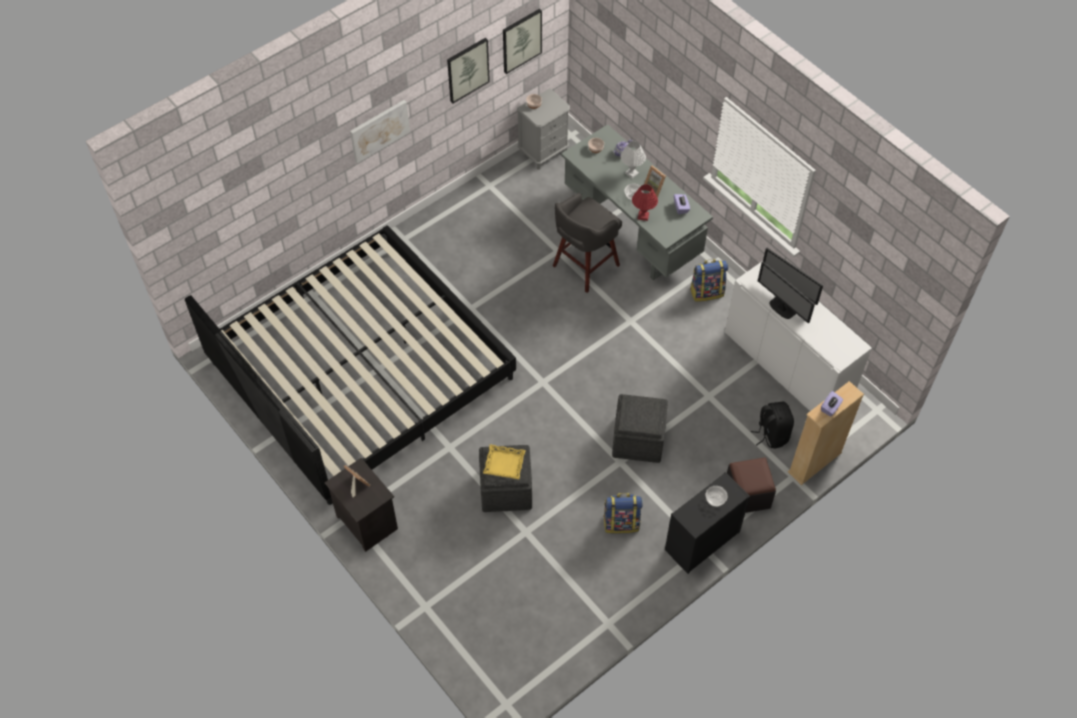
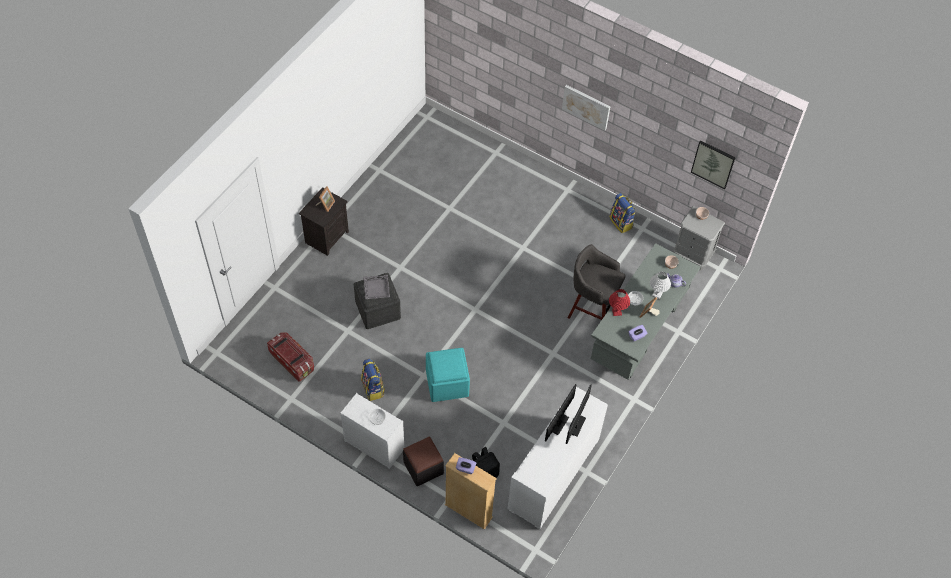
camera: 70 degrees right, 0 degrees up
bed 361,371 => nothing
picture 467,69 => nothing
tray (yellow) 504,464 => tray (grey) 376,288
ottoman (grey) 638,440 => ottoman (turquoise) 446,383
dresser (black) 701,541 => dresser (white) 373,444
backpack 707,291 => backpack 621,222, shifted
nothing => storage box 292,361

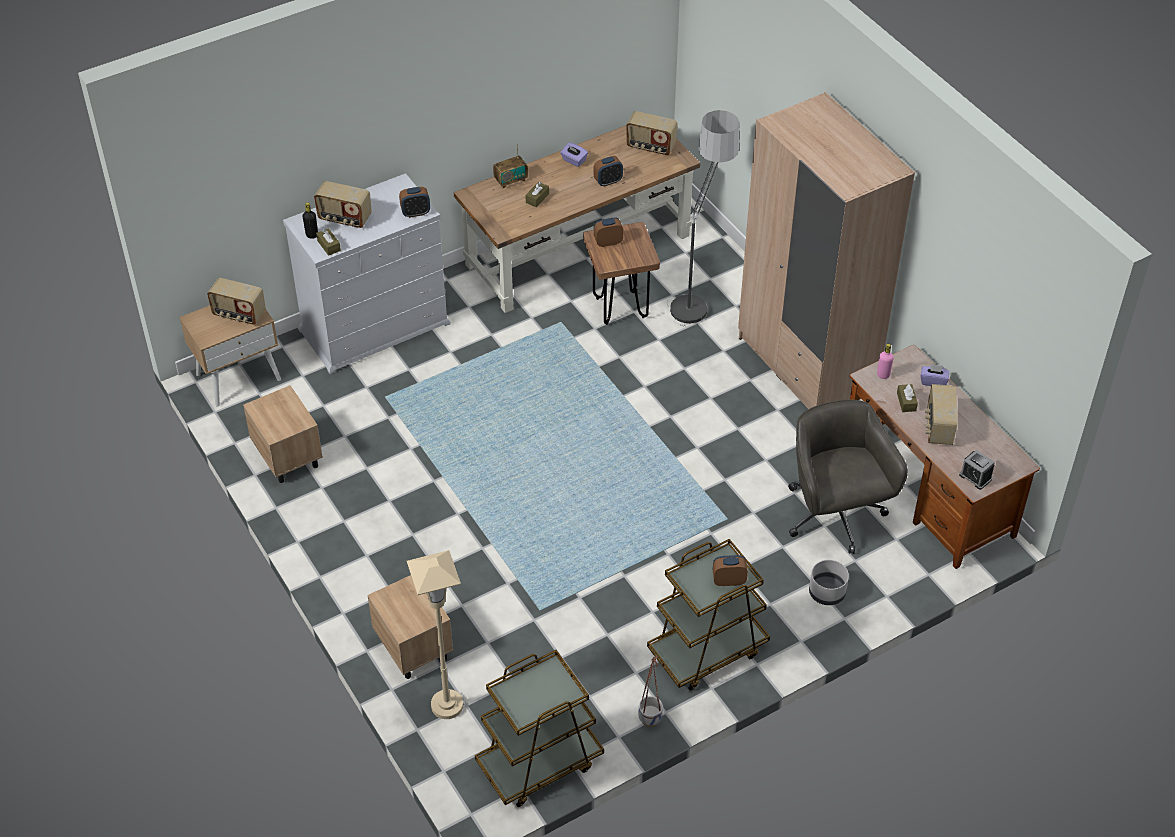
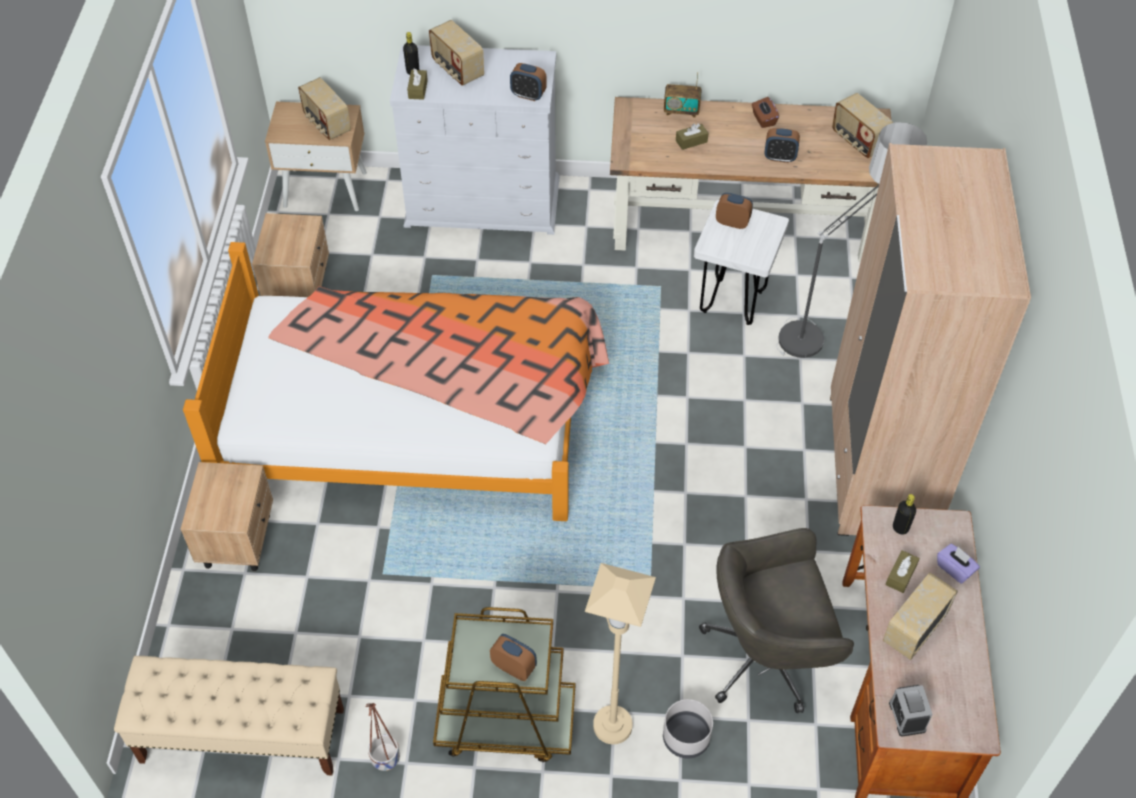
camera: 35 degrees right, 5 degrees up
floor lamp (beige) 447,705 => floor lamp (beige) 612,725, shifted
cart (brown) 539,763 => bench (beige) 242,735
tissue box (purple) 574,160 => tissue box (brown) 763,119
stool (brown) 620,308 => stool (white) 732,302
office chair (grey) 834,516 => office chair (grey) 767,656, 120 degrees counterclockwise
bottle (pink) 883,375 => bottle (black) 900,528
nothing => bed 418,417

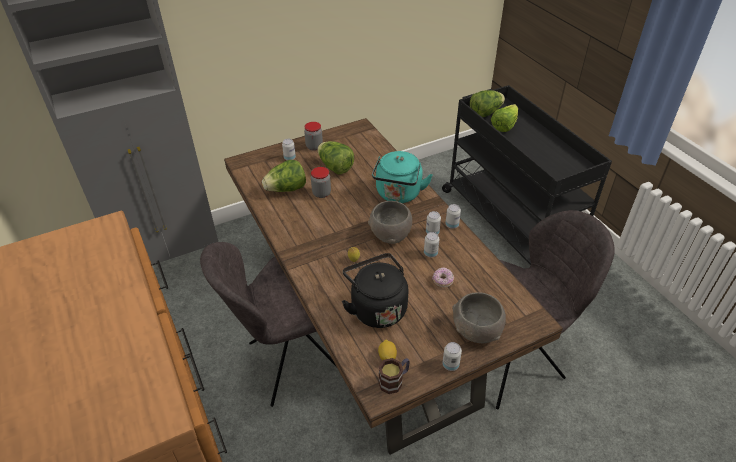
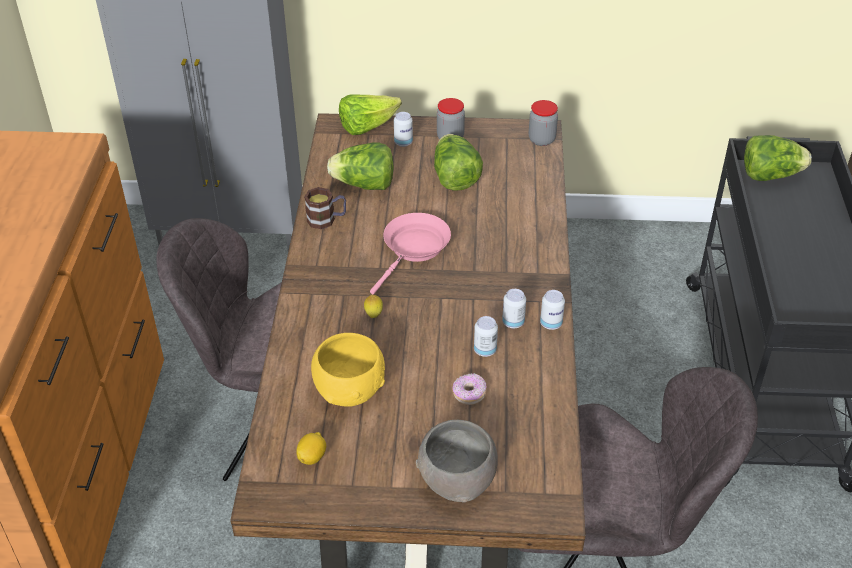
camera: 30 degrees right, 0 degrees up
jar 321,193 => jar 541,140, shifted
kettle (black) 376,308 => bowl (yellow) 350,390
bowl (grey) 390,234 => nothing
kettle (turquoise) 398,195 => nothing
mug 394,380 => mug 327,219, shifted
can 450,365 => nothing
lettuce 504,126 => lettuce 367,127, shifted
nothing => frying pan (pink) 414,249

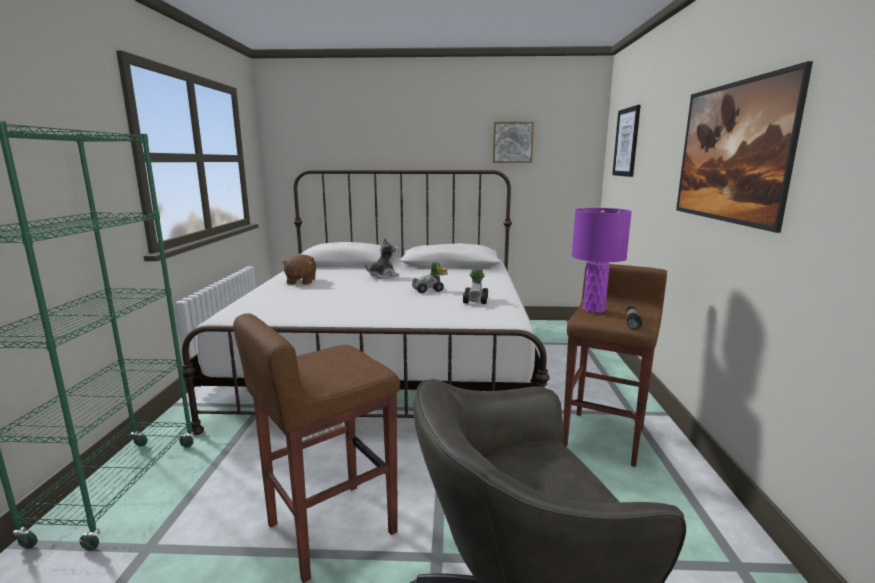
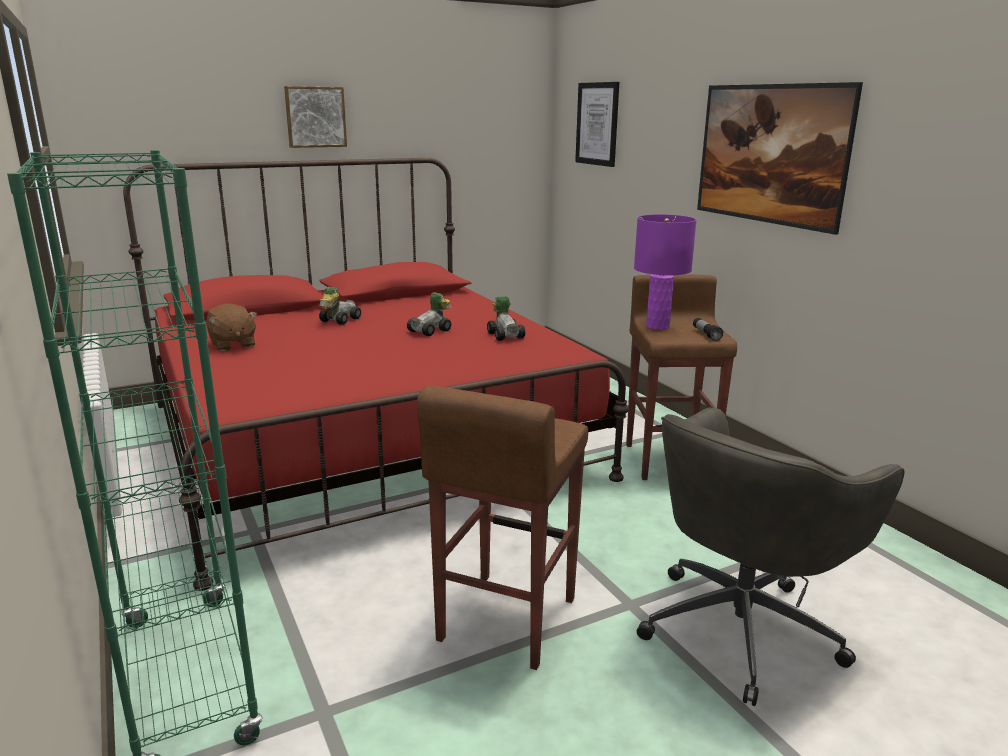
camera: 30 degrees left, 5 degrees up
bed (white) 389,363 => bed (red) 365,439
plush toy 383,276 => toy car 338,321
picture 512,142 => picture 315,117, shifted

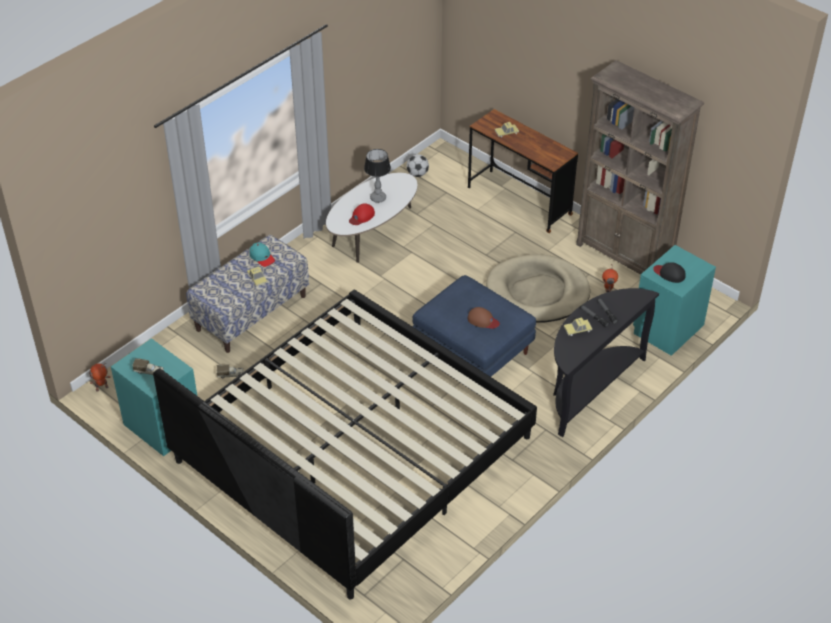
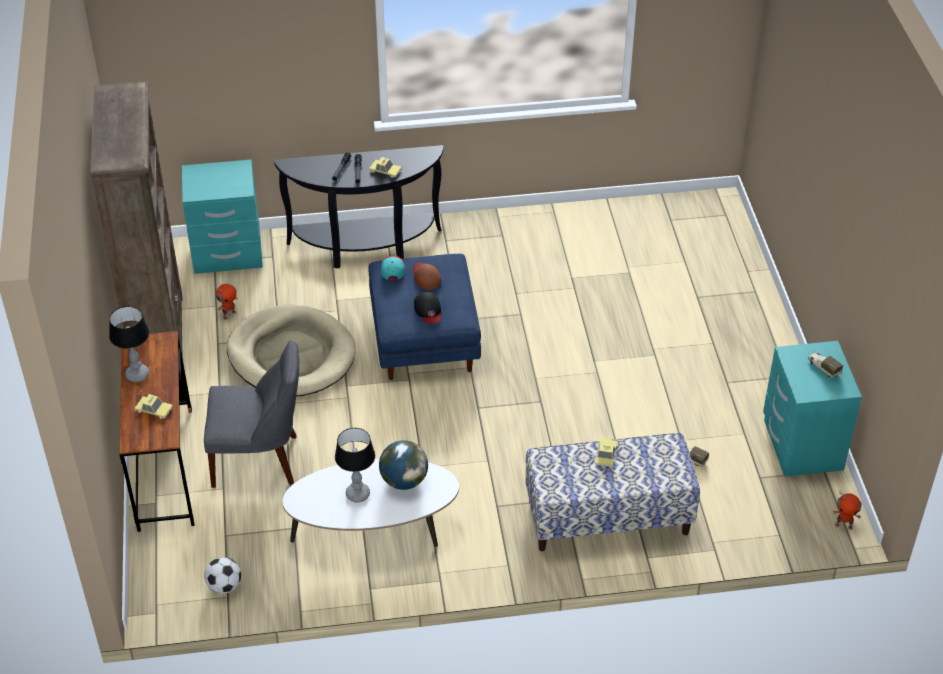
camera: 140 degrees left, 0 degrees up
bed 353,449 => nothing
cap (turquoise) 262,257 => cap (turquoise) 392,269, shifted
cap (red) 361,216 => globe 403,481
cap (black) 669,273 => cap (black) 428,310, shifted
nothing => table lamp 137,375
nothing => chair (grey) 259,460

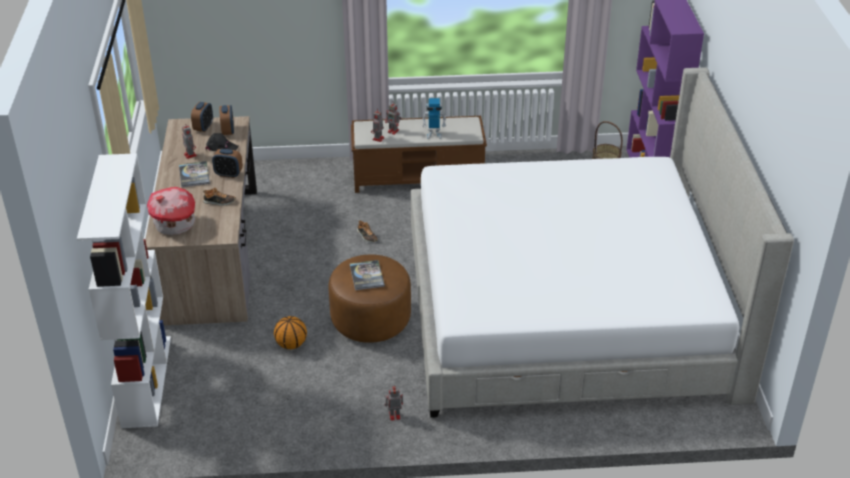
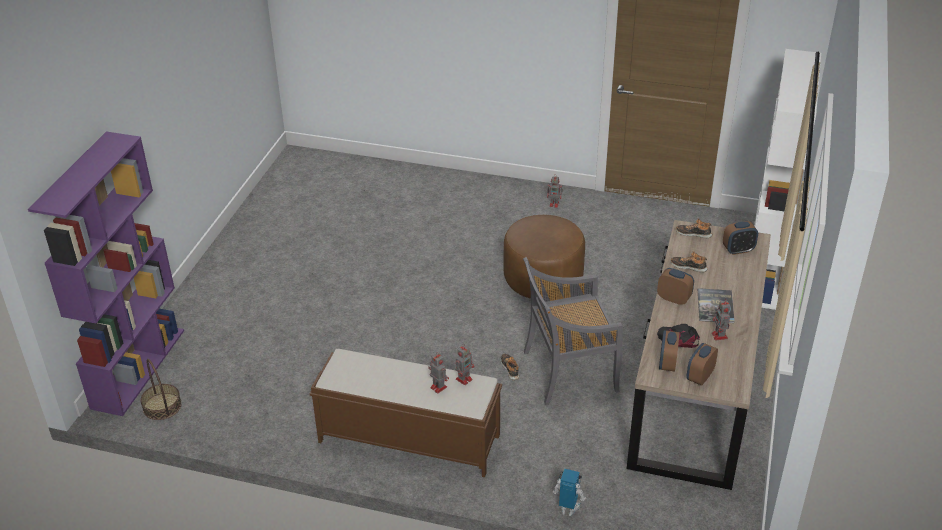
camera: 160 degrees left, 0 degrees up
toy house 175,225 => alarm clock 738,250
basketball 291,344 => nothing
book 366,276 => nothing
bed 568,310 => nothing
toy robot 434,134 => toy robot 568,509, shifted
nothing => chair (grey) 568,372
nothing => shoe 693,233

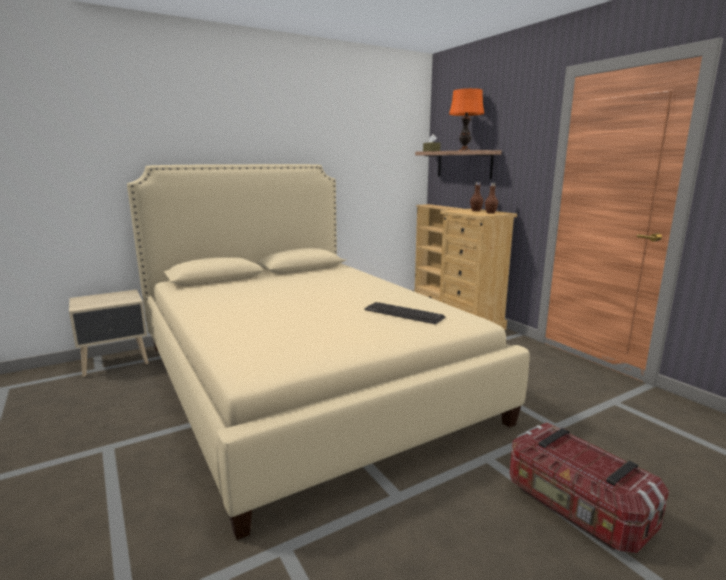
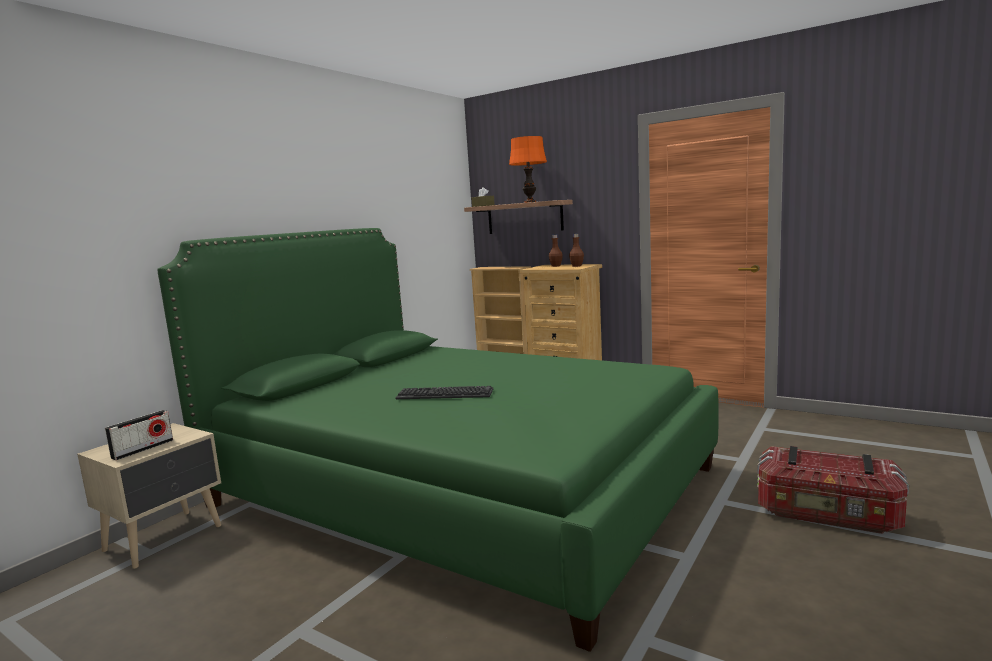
camera: 25 degrees left, 5 degrees down
bed (beige) 303,380 => bed (green) 459,487
keyboard 403,314 => keyboard 445,394, shifted
nothing => radio 143,449

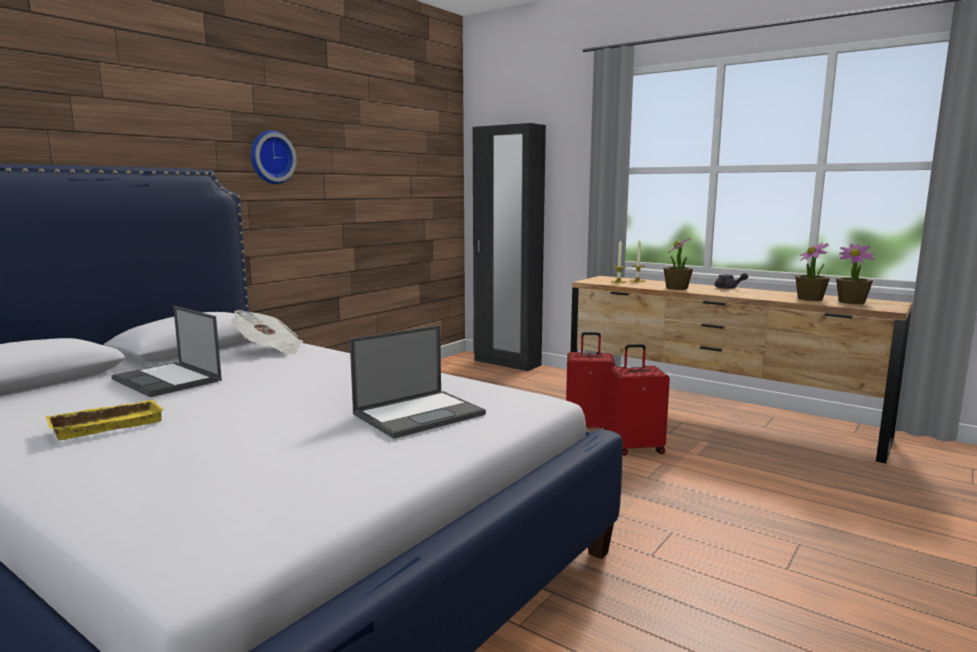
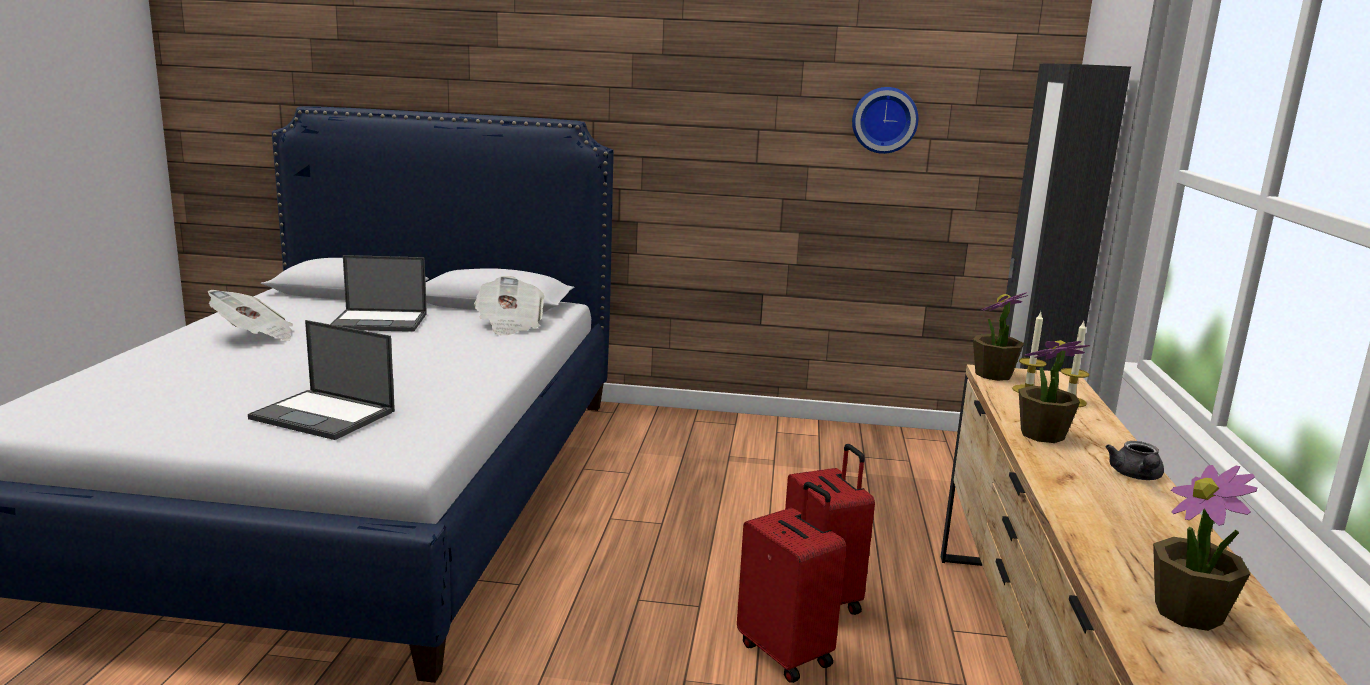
camera: 60 degrees right, 5 degrees up
tray (yellow) 108,424 => newspaper 255,336
laptop 168,380 => laptop 381,321, 105 degrees counterclockwise
wall clock 270,157 => wall clock 884,120, shifted
potted plant 810,299 => potted plant 993,375, shifted

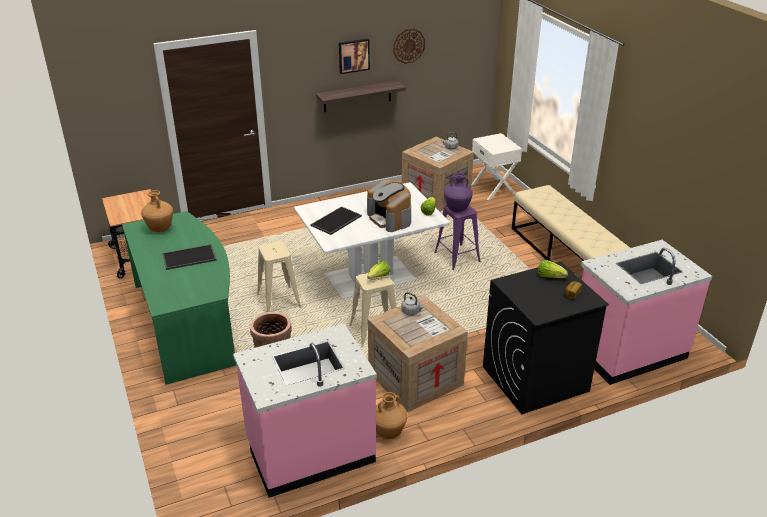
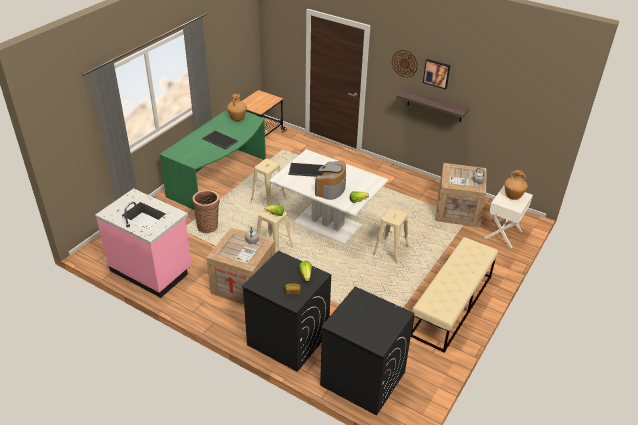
camera: 55 degrees right, 5 degrees up
vase (brown) 389,433 => vase (brown) 513,197, shifted
wall clock 408,46 => wall clock 404,63, shifted
stool (purple) 457,257 => stool (beige) 390,251
vase (purple) 457,210 => nothing
counter (pink) 627,351 => washing machine (black) 362,379

